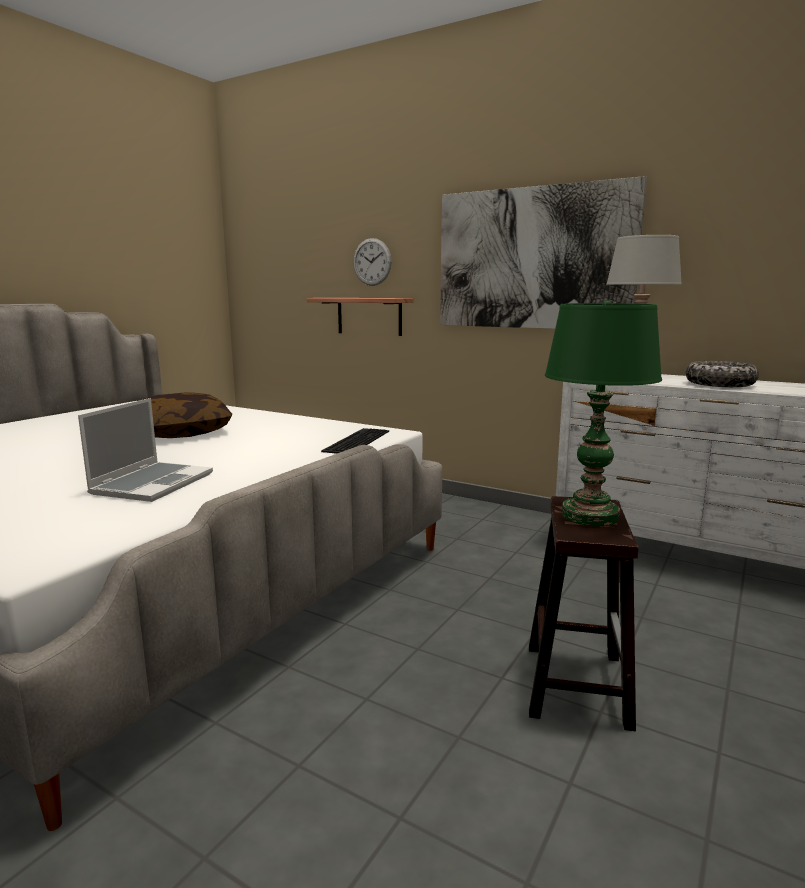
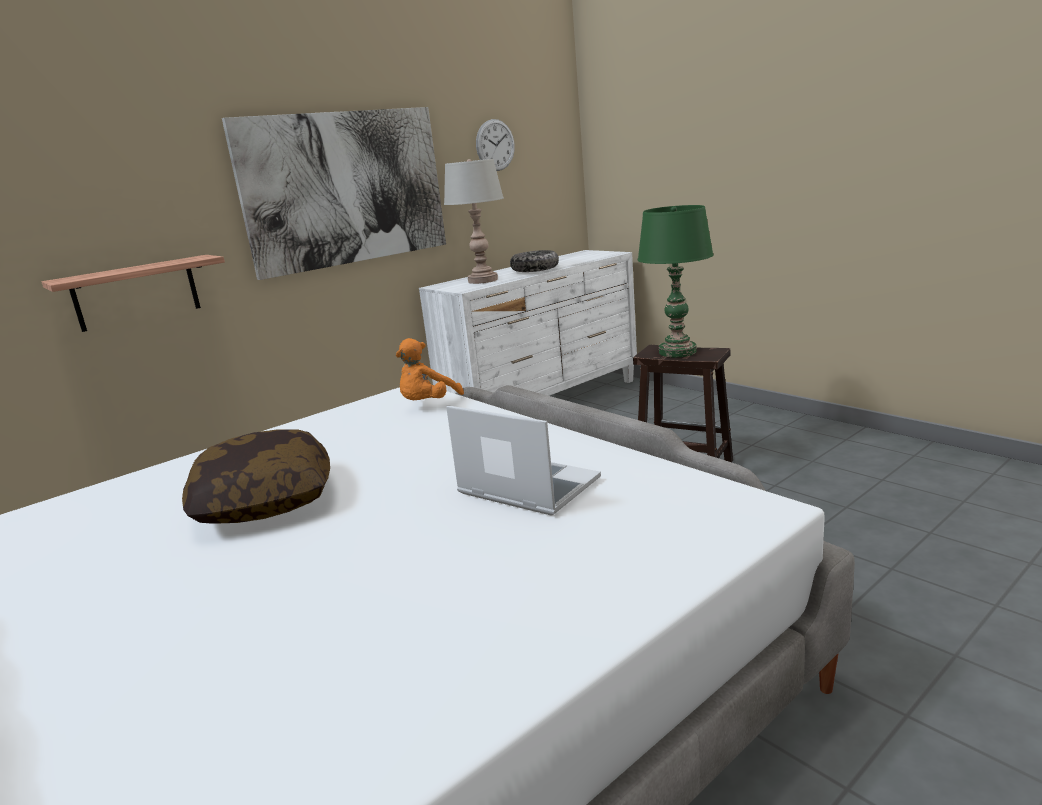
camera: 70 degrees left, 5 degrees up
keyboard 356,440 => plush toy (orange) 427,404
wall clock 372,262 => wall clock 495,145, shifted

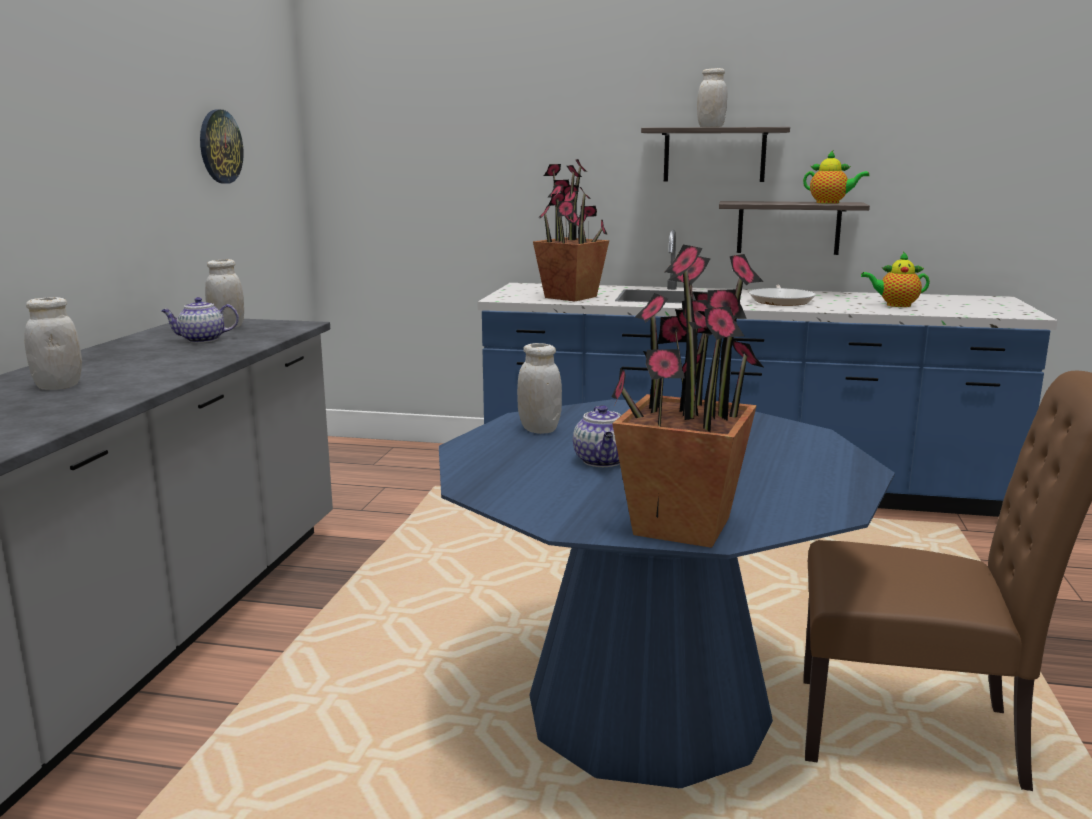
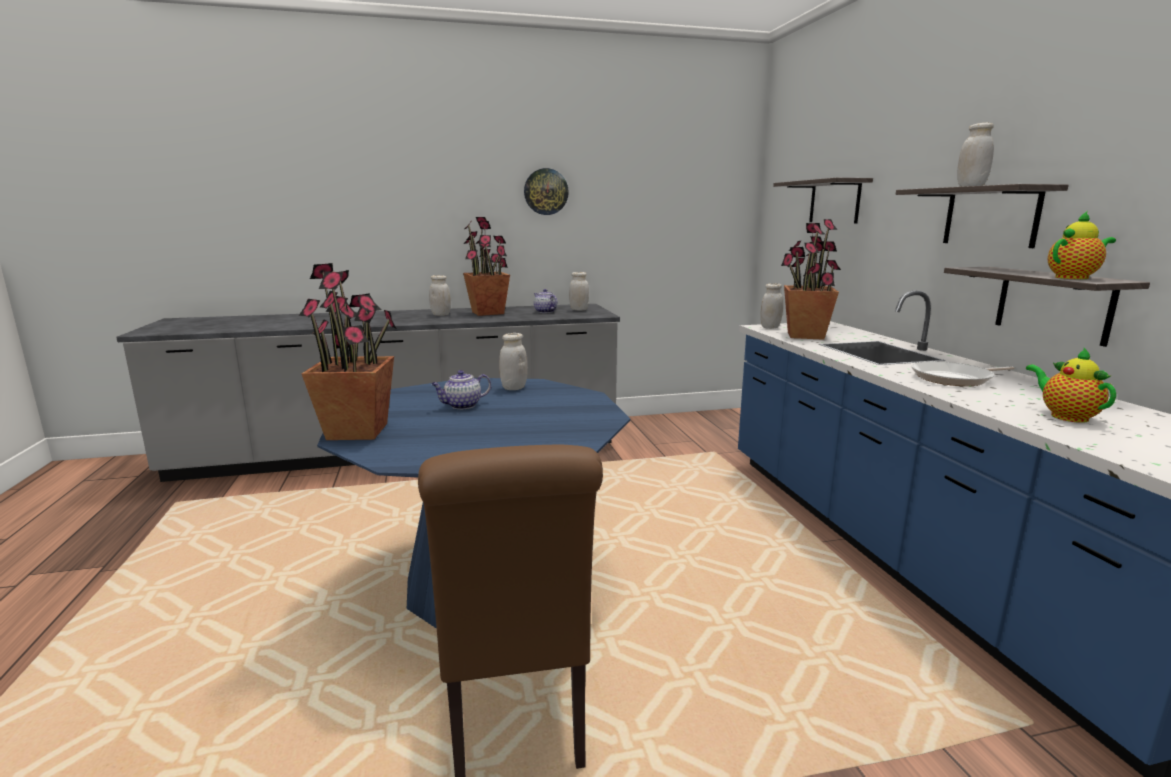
camera: 65 degrees right, 0 degrees up
wall clock 220,146 => wall clock 546,191, shifted
teapot 830,203 => teapot 1074,278, 105 degrees counterclockwise
nothing => potted plant 488,313
nothing => jar (white) 770,327
nothing => shelf 834,202

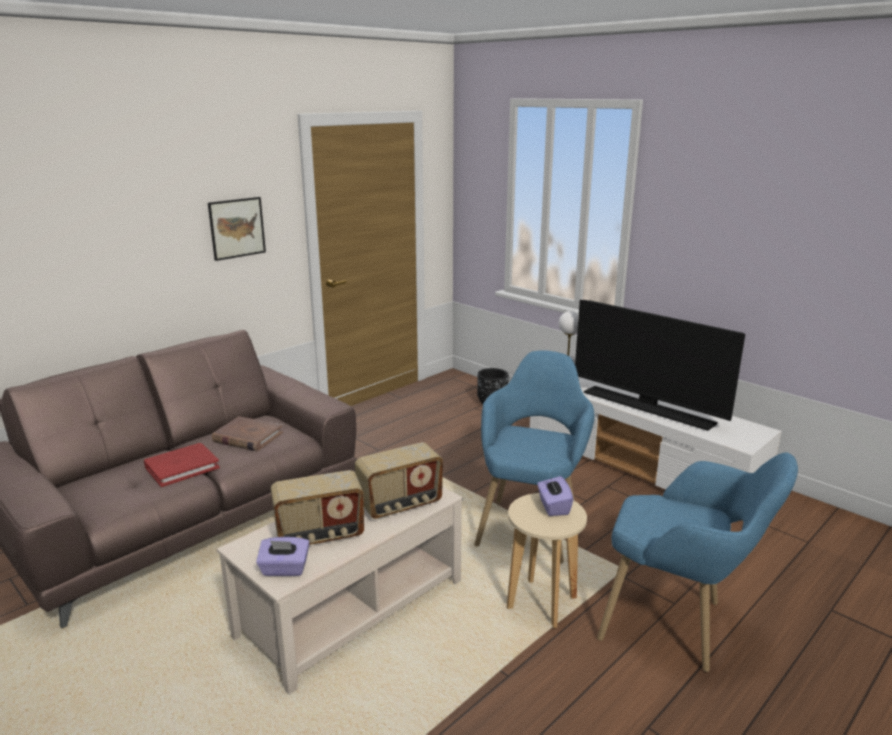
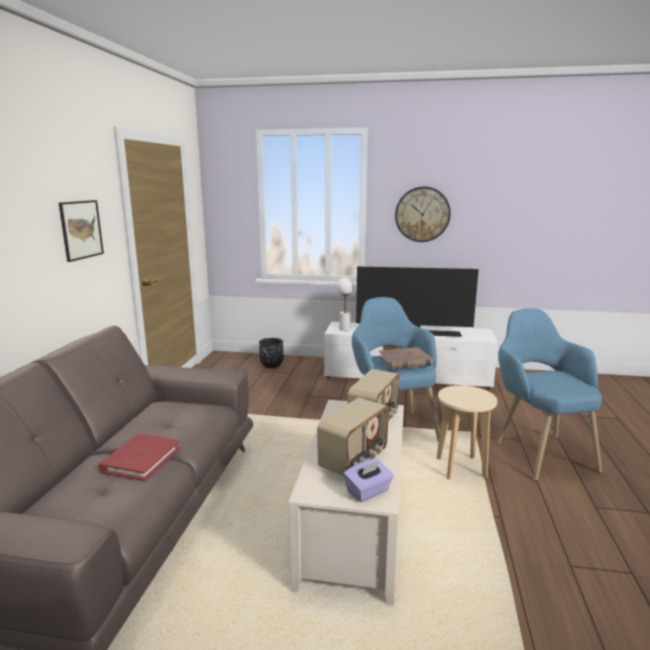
camera: 35 degrees left, 5 degrees down
book (brown) 247,437 => book (brown) 405,361, shifted
tissue box (purple) 553,507 => nothing
armchair (blue) 679,626 => armchair (blue) 538,450, 90 degrees counterclockwise
nothing => wall clock 422,214

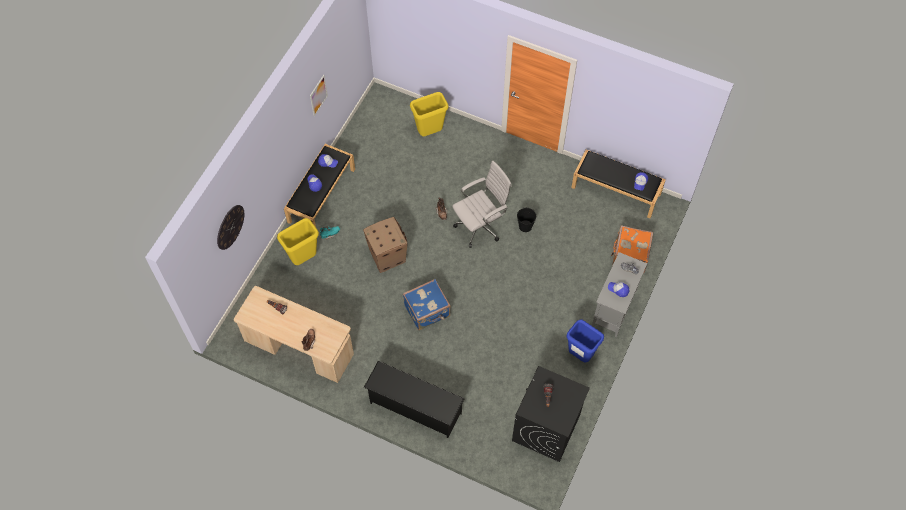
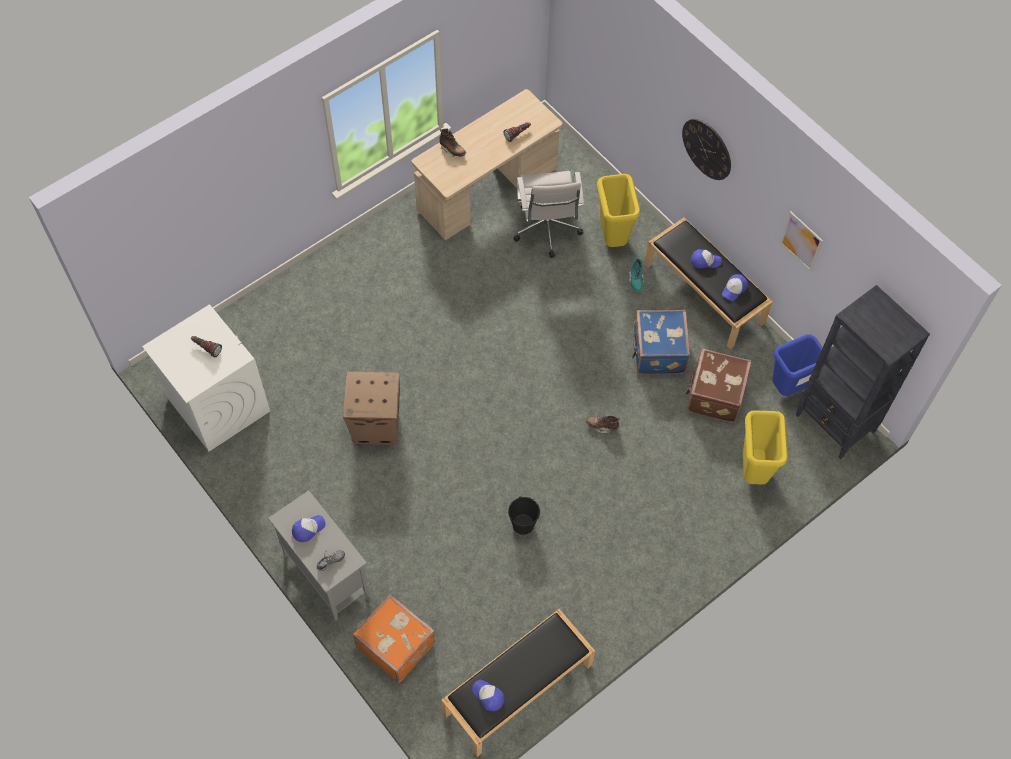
camera: 115 degrees right, 0 degrees up
wall clock 230,227 => wall clock 707,149, shifted
cardboard box 387,256 => cardboard box 377,425, shifted
shoe rack (black) 415,408 => nothing
suitcase (blue) 427,311 => suitcase (blue) 657,352, shifted
office chair (white) 480,226 => office chair (white) 547,231, shifted
washing machine (black) 546,428 => washing machine (white) 217,404
trash can (blue) 580,354 => trash can (blue) 788,388, shifted
nothing => suitcase (brown) 714,395
nothing => bookcase (black) 835,424

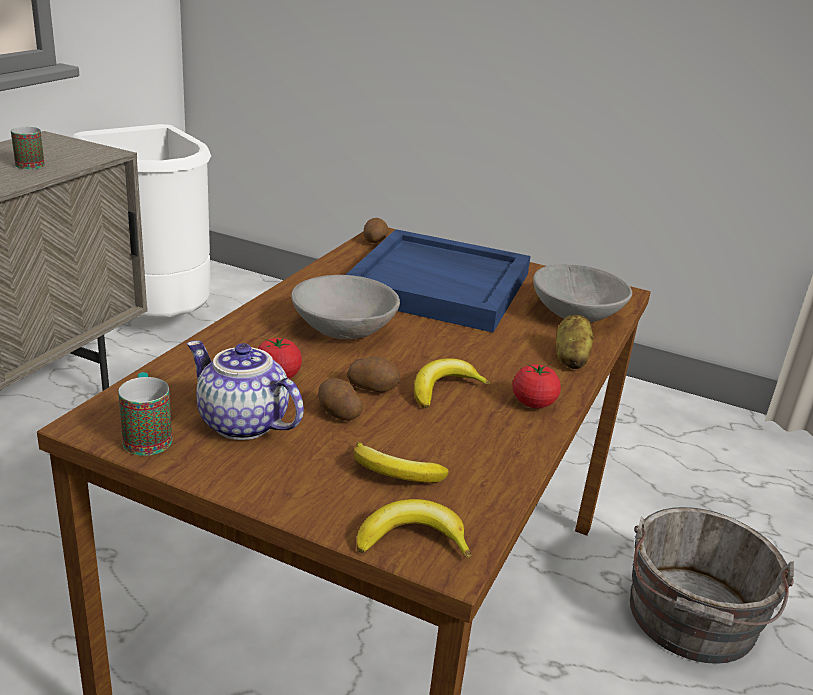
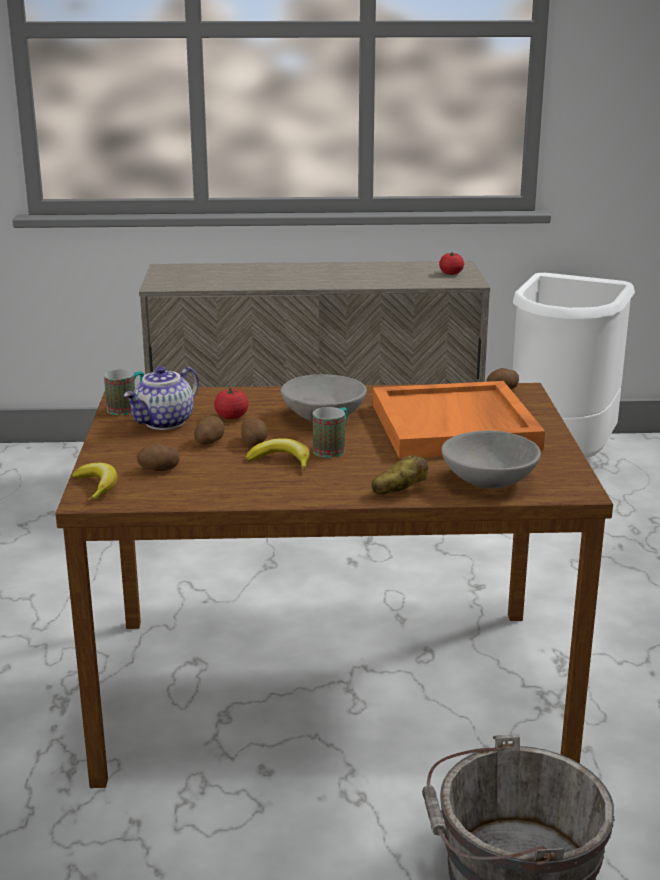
camera: 65 degrees right, 5 degrees down
mug 28,163 => mug 332,449, shifted
teapot 241,424 => teapot 165,423, 150 degrees counterclockwise
tray (blue) 440,285 => tray (orange) 455,427
banana 395,473 => potato 158,469
tomato 533,403 => tomato 451,273, shifted

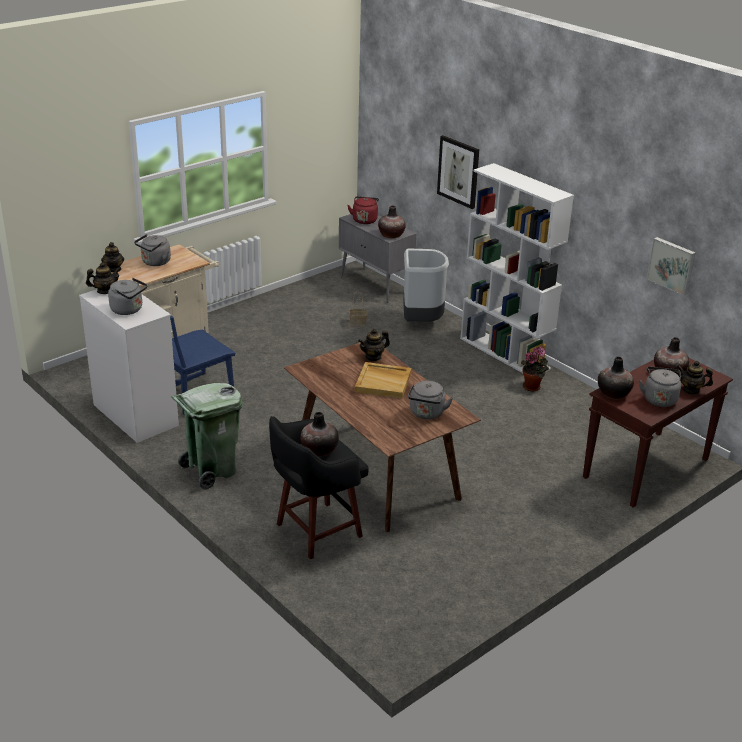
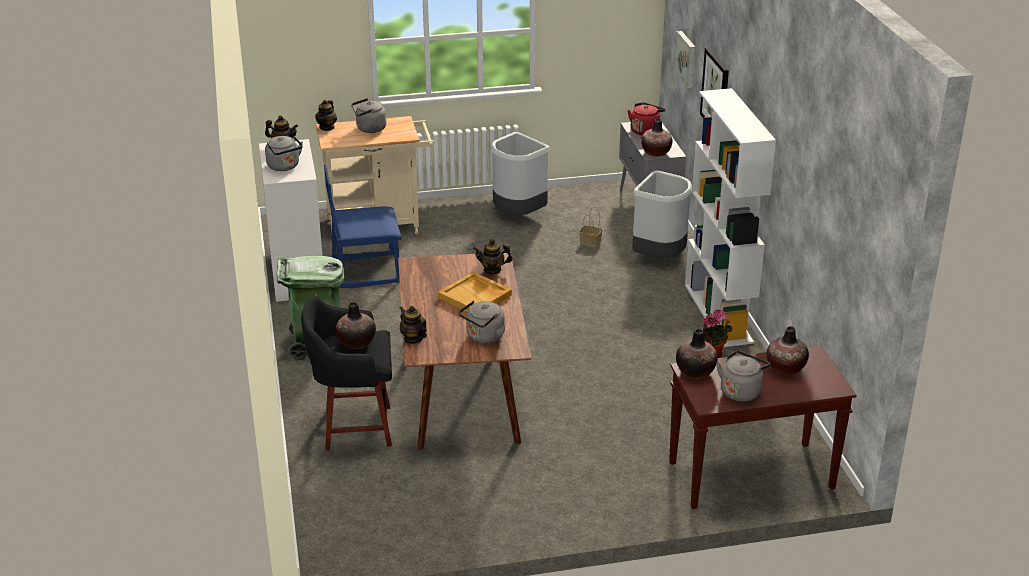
camera: 30 degrees right, 0 degrees up
picture 672,265 => picture 687,59, shifted
teapot 691,390 => teapot 413,338, shifted
nothing => trash can (grey) 518,215

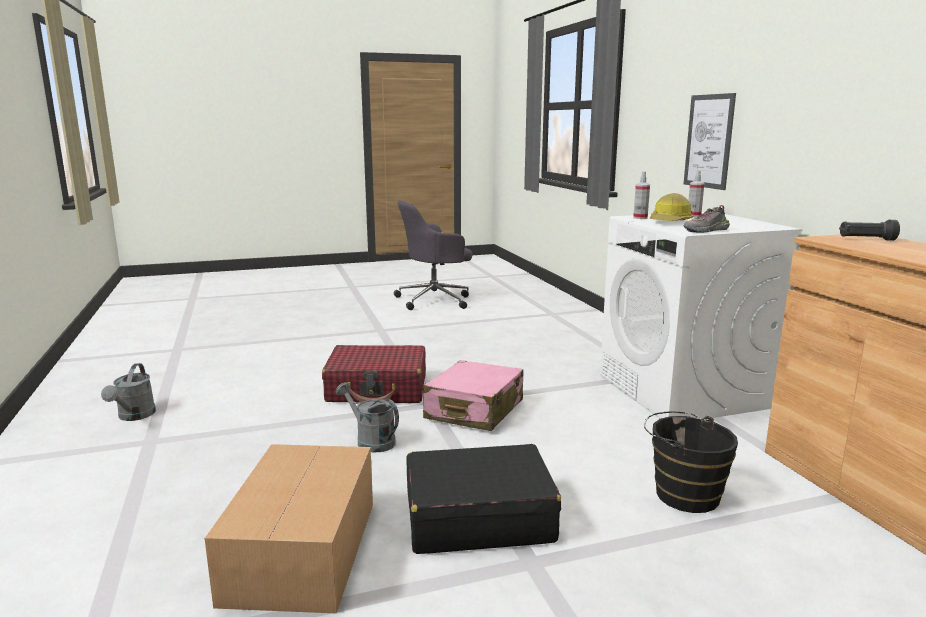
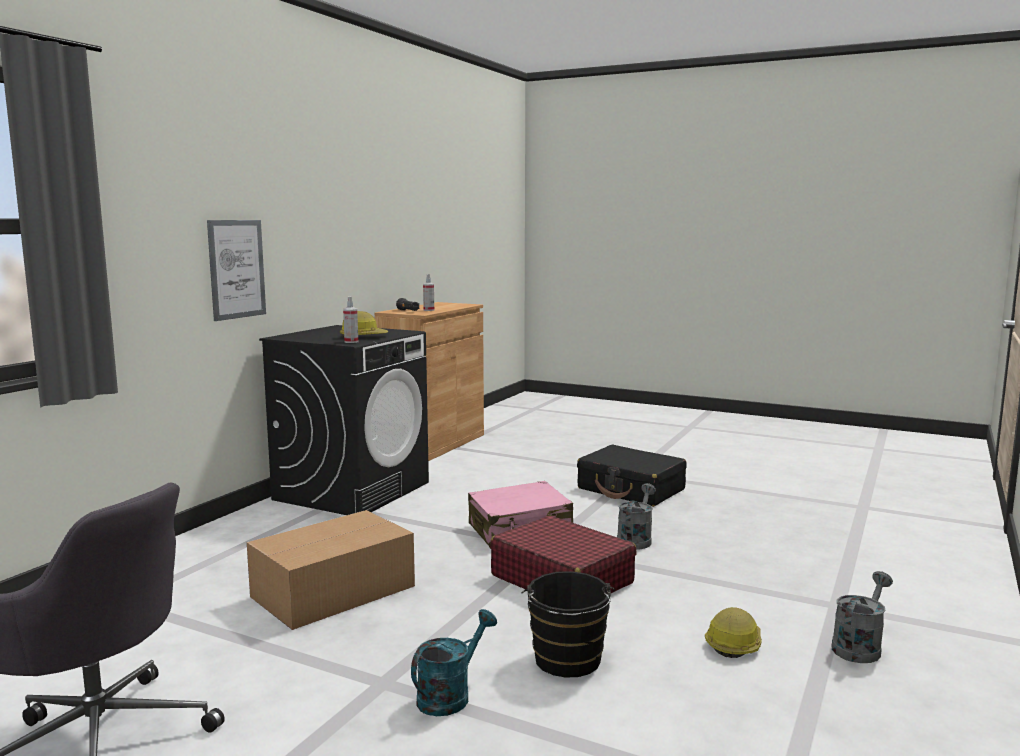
camera: 135 degrees left, 5 degrees down
cardboard box 300,552 => cardboard box 336,591, shifted
watering can (grey) 370,440 => watering can (grey) 636,539, 150 degrees counterclockwise
washing machine (white) 682,391 => washing machine (black) 352,491
bucket (black) 682,493 => bucket (black) 567,663, shifted
shoe 706,231 => nothing
spray bottle 694,216 => spray bottle 429,310, shifted
nothing => watering can (turquoise) 450,695
nothing => hard hat 733,644

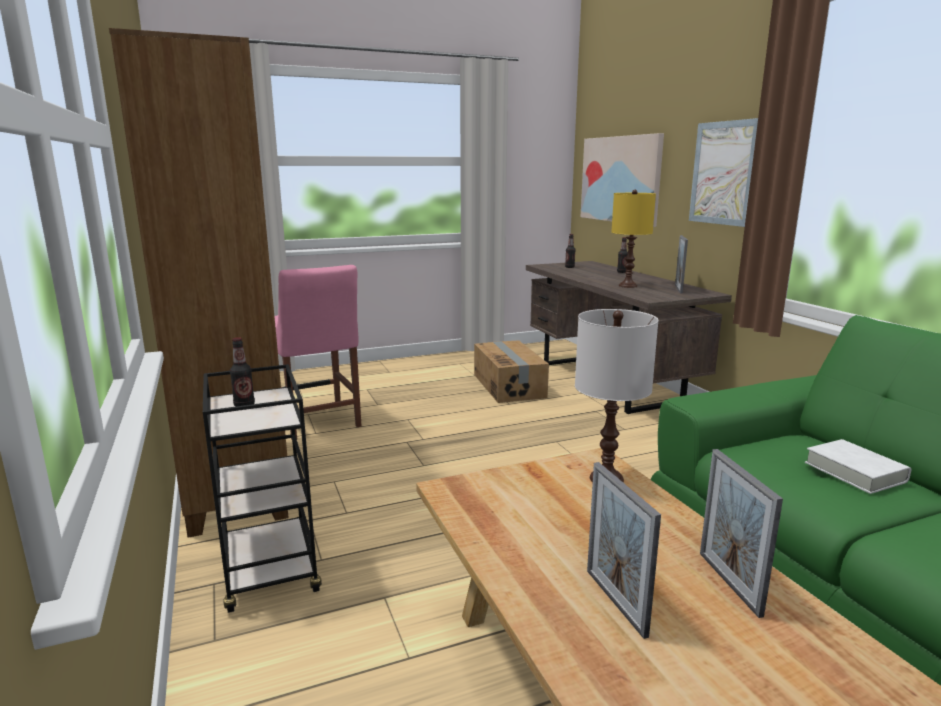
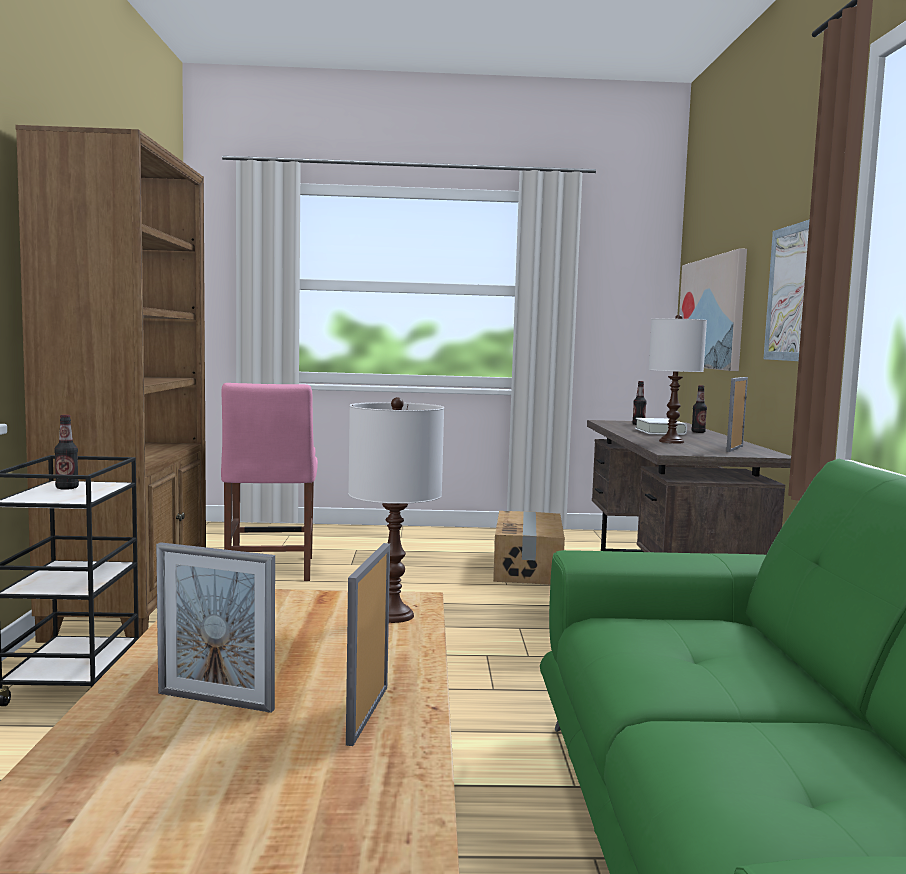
camera: 20 degrees right, 10 degrees down
picture frame 615,602 => picture frame 215,701, 75 degrees counterclockwise
table lamp (yellow) 627,286 => table lamp (white) 671,441
book (white) 855,472 => book (white) 660,431, shifted

